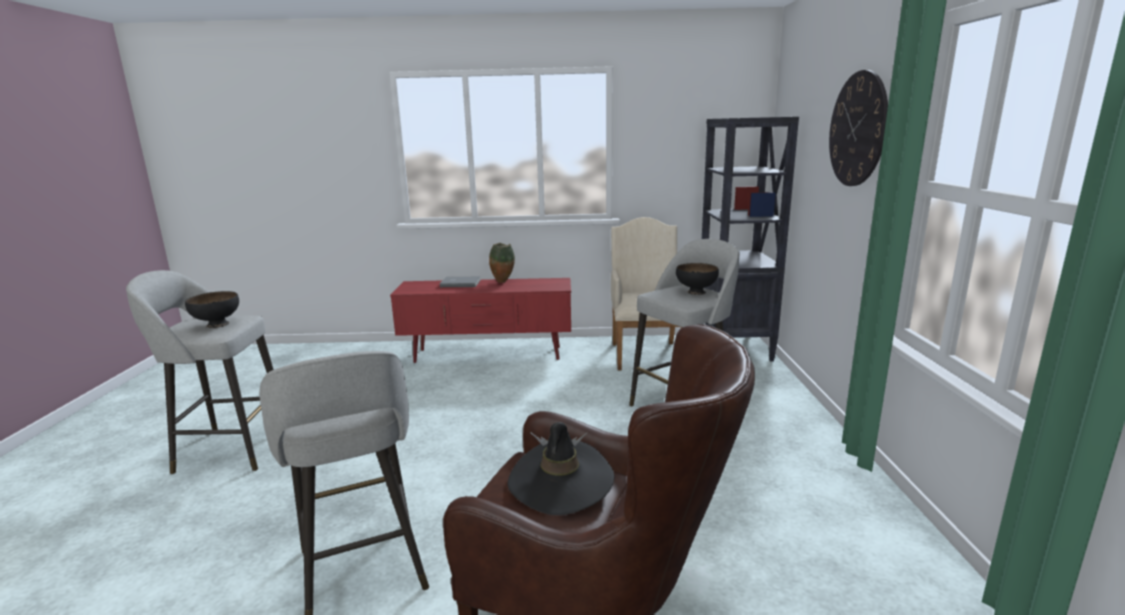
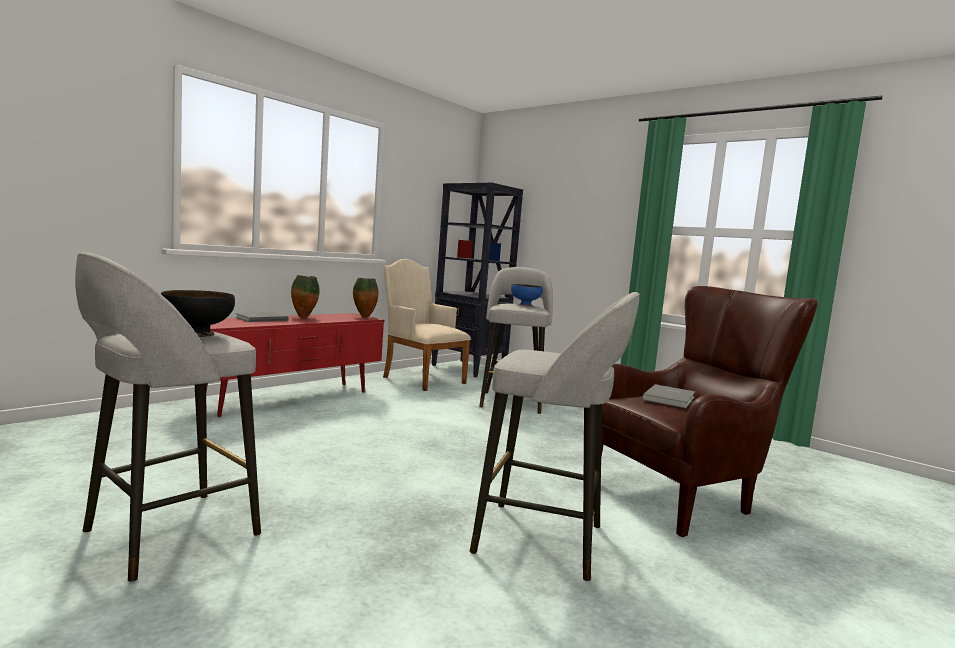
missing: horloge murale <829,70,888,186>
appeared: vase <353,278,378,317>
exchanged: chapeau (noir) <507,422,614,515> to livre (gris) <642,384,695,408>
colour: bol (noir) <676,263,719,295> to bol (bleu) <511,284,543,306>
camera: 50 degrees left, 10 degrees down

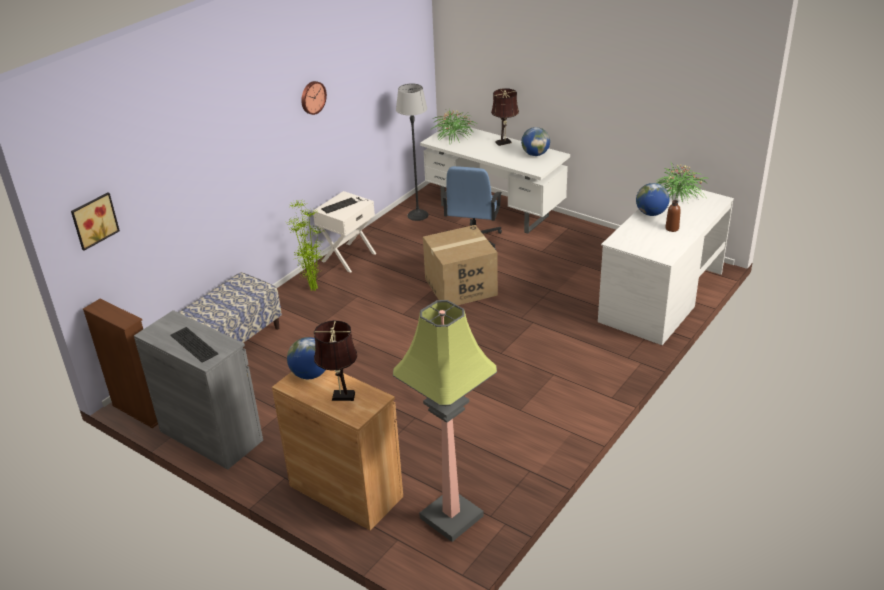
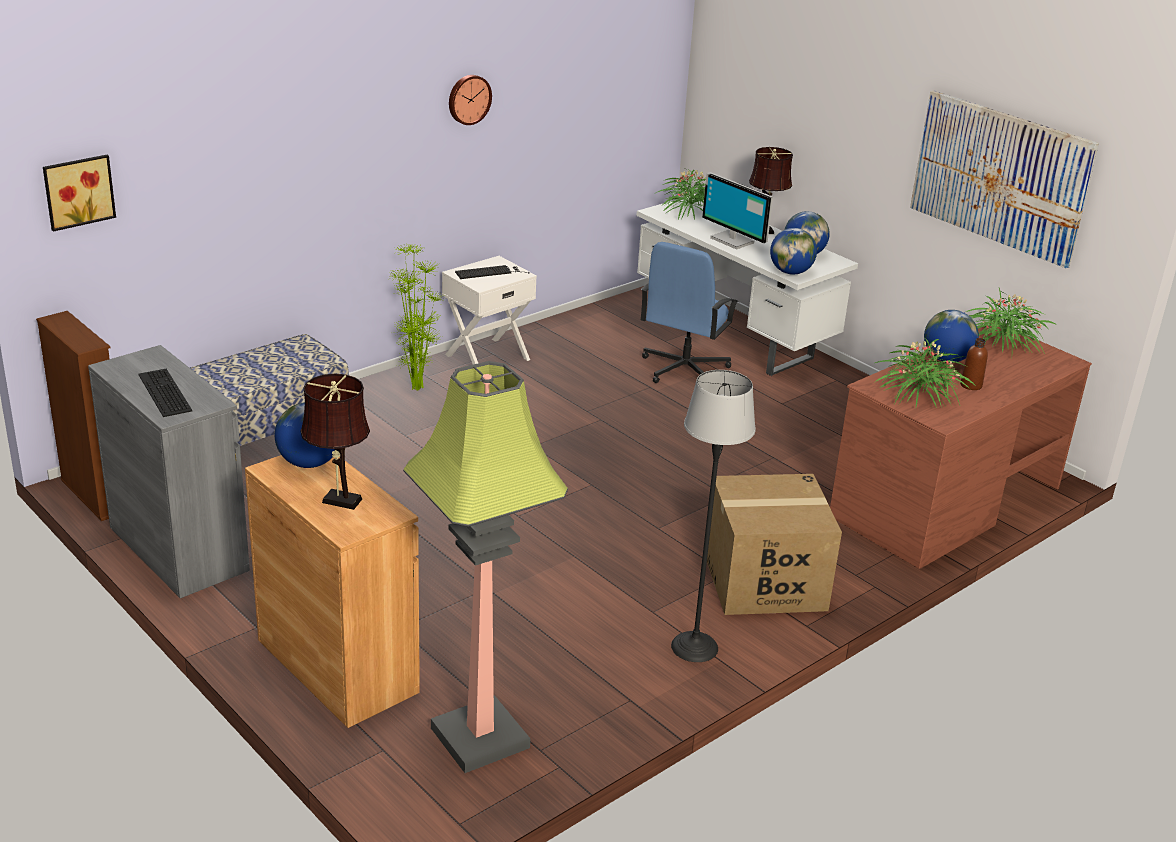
appeared: écran d'ordinateur <702,172,773,250>; globe <770,228,817,275>; plante en pot <875,338,976,408>; tableau <910,90,1099,268>
relocated: lampadaire <396,83,429,221> to <671,370,756,662>; carton <423,225,498,305> to <707,474,842,615>
colour: bureau (blanc) <598,182,734,345> to bureau (marron) <830,326,1092,569>
camera: 10 degrees right, 5 degrees down

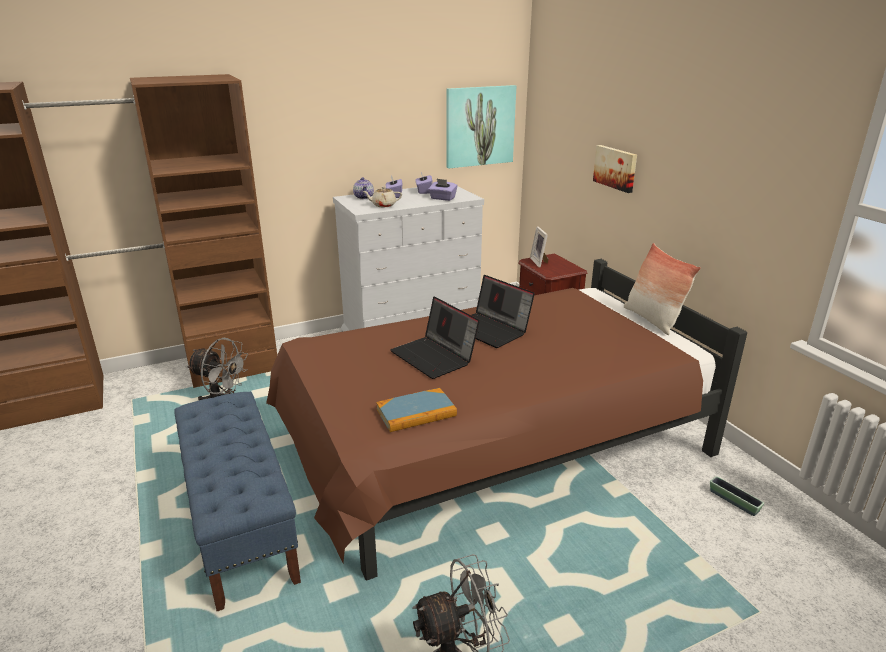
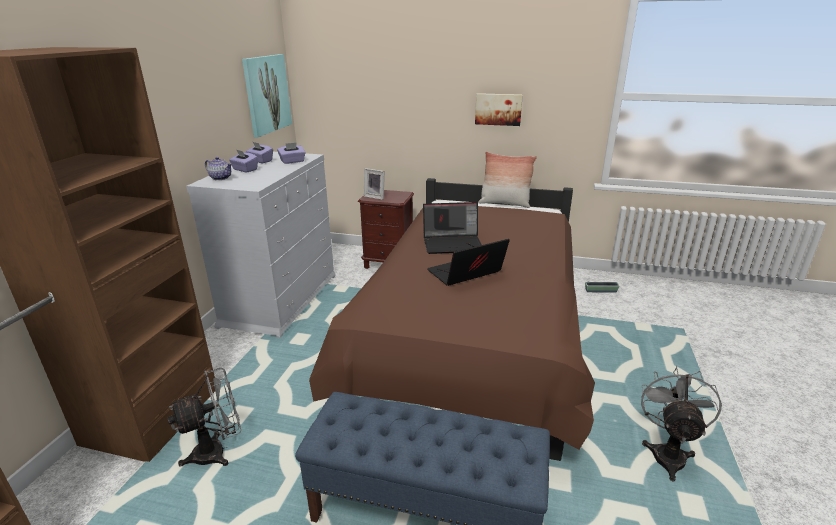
missing: théière (beige) <363,186,402,207>; livre <376,388,457,432>
relocated: tableau <593,145,637,193> to <475,93,523,126>
spun: ordinateur portable <390,297,480,379> = <427,239,510,286> 150 degrees clockwise
camera: 50 degrees left, 0 degrees up

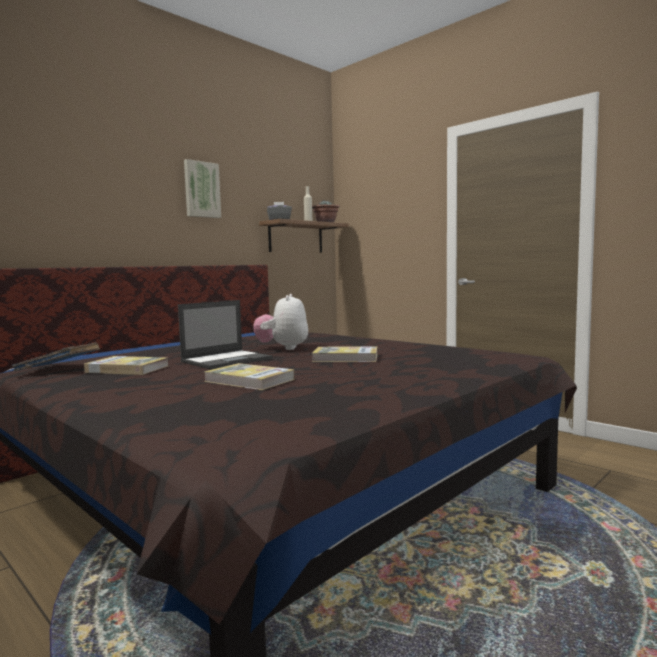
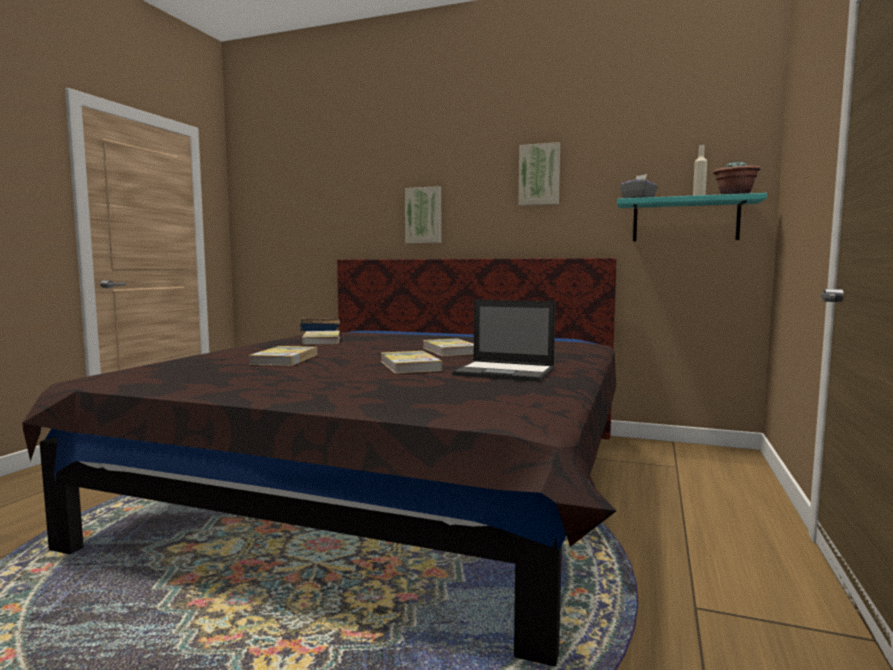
appeared: tableau <405,186,441,244>
relocated: ordinateur portable <178,300,273,370> to <452,300,555,382>
exchanged: peluche <253,294,308,350> to livre <423,339,474,356>
colour: étagère (marron) <259,219,349,252> to étagère (turquoise) <617,193,767,242>
camera: 65 degrees right, 0 degrees up

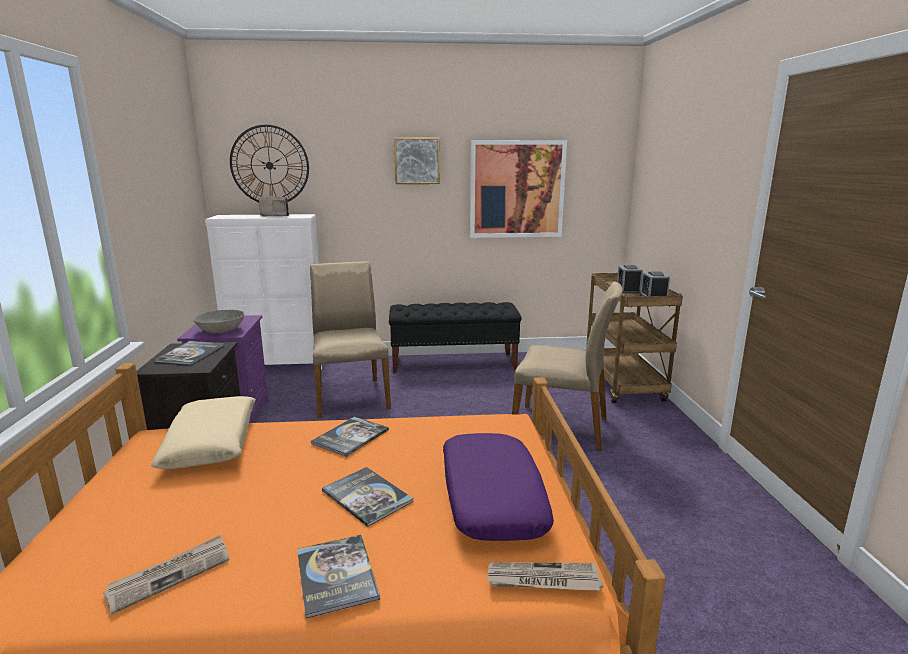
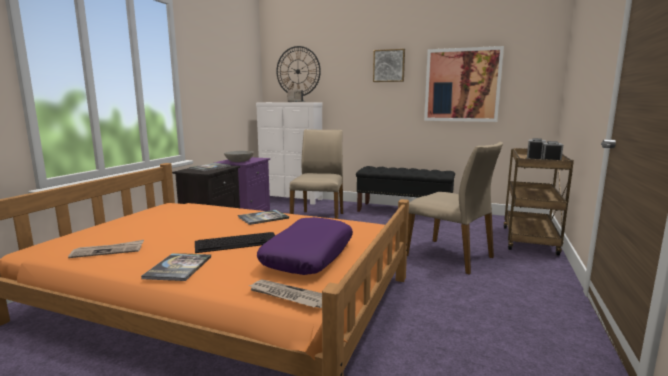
missing: coussin (beige) <151,396,256,469>
exchanged: livre <322,467,413,527> to clavier <195,232,275,253>
camera: 25 degrees right, 5 degrees down

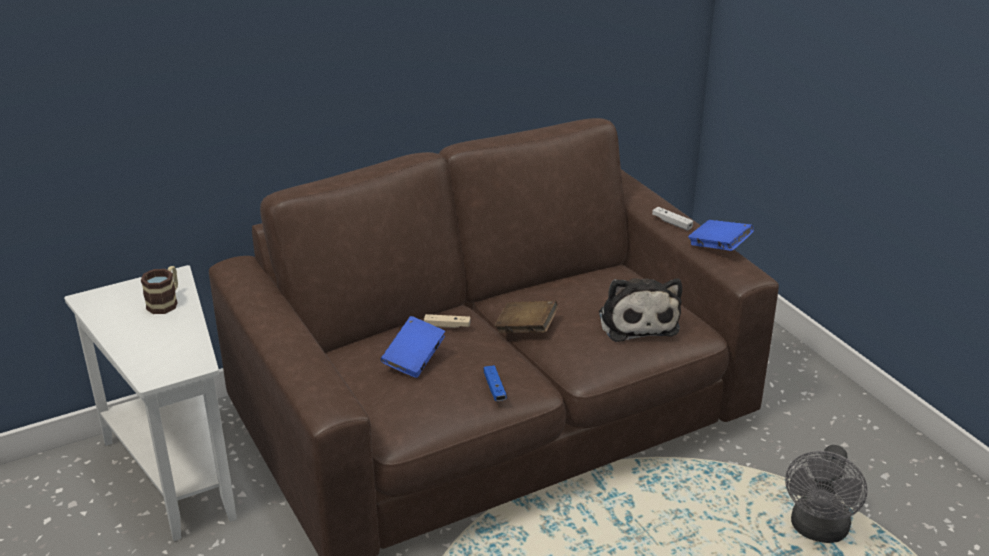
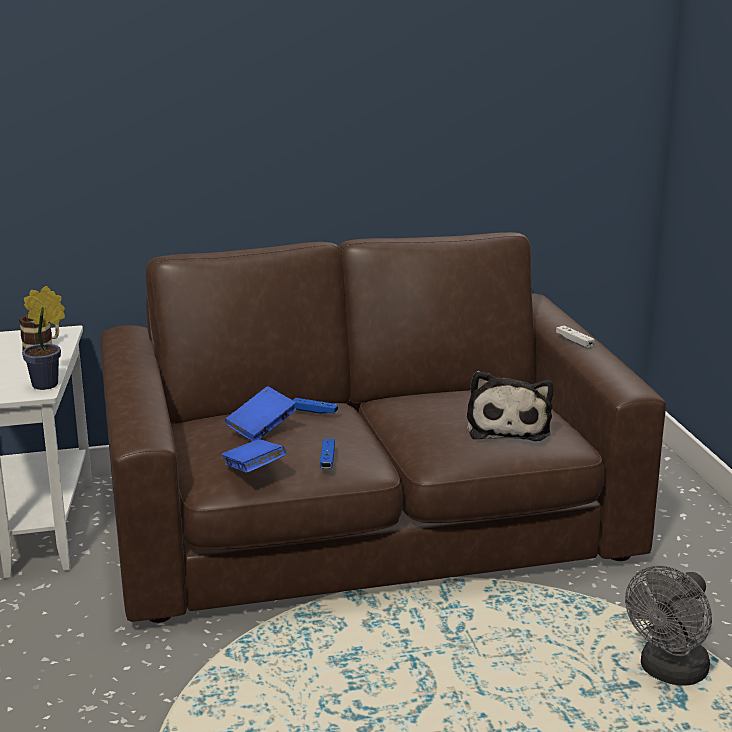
missing: livre (marron) <495,301,558,333>
appeared: plante en pot <22,286,65,390>
relocated: livre (bleu) <688,220,754,251> to <221,439,287,473>
colour: manette (beige) <424,314,470,328> to manette (bleu) <293,398,338,414>
camera: 15 degrees right, 10 degrees down

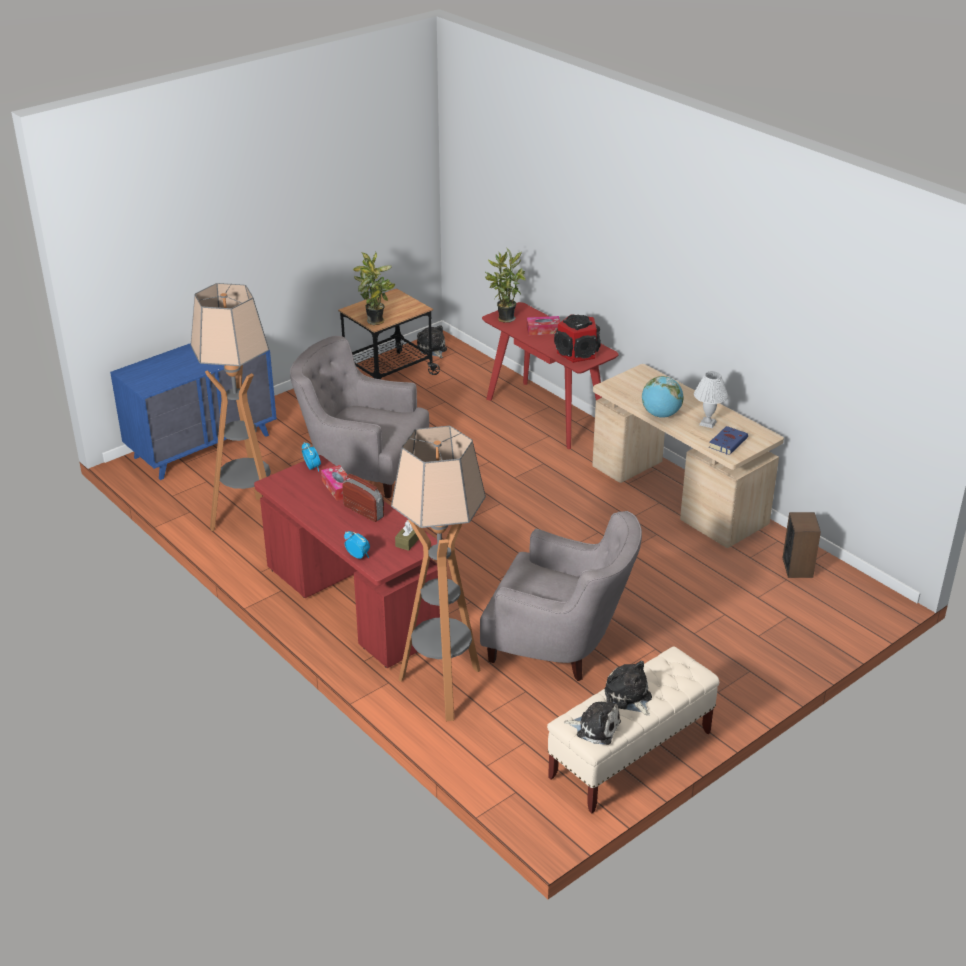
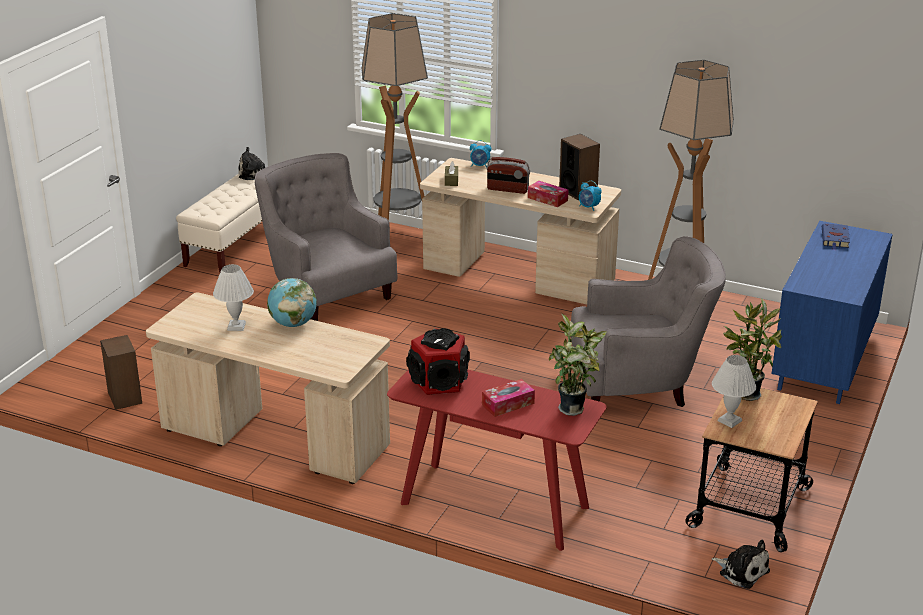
missing: peluche <605,661,652,715>
appeared: enceinte <559,134,600,200>; lampe de table (blanc) <712,355,756,428>
relocated: livre (bleu) <709,426,748,455> to <822,223,850,251>
colour: bureau (rouge) <254,455,440,668> to bureau (beige) <420,158,621,304>
spun: fauteuil (gris) <480,511,642,681> = <255,153,397,321> 60 degrees clockwise
camera: 155 degrees right, 5 degrees down

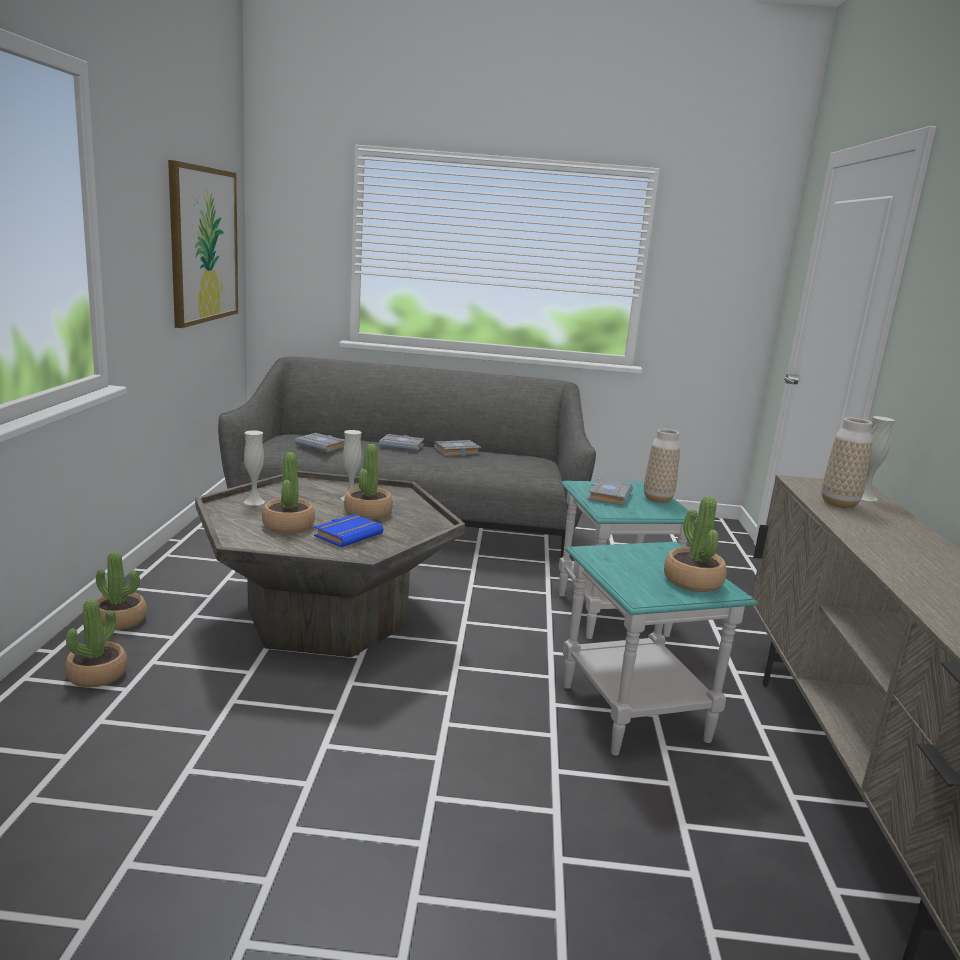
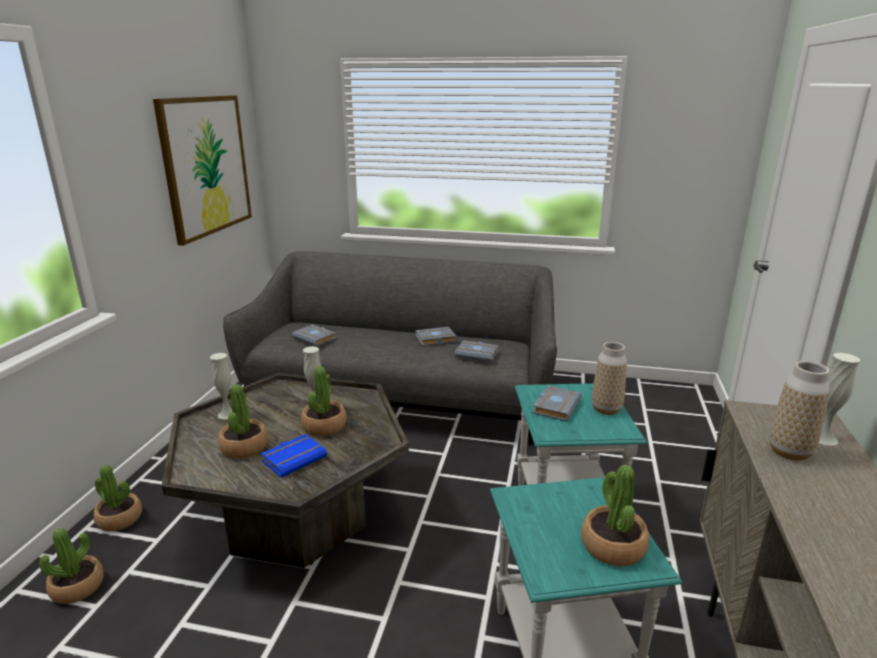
relocated: livre (gris) <379,434,425,452> to <455,340,499,362>
camera: 10 degrees right, 5 degrees up

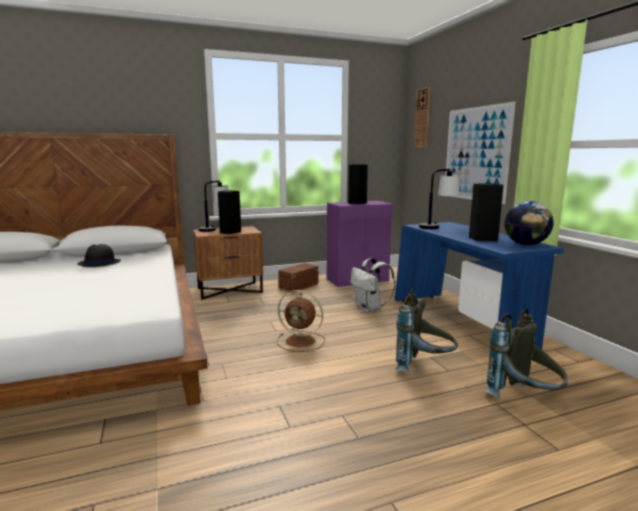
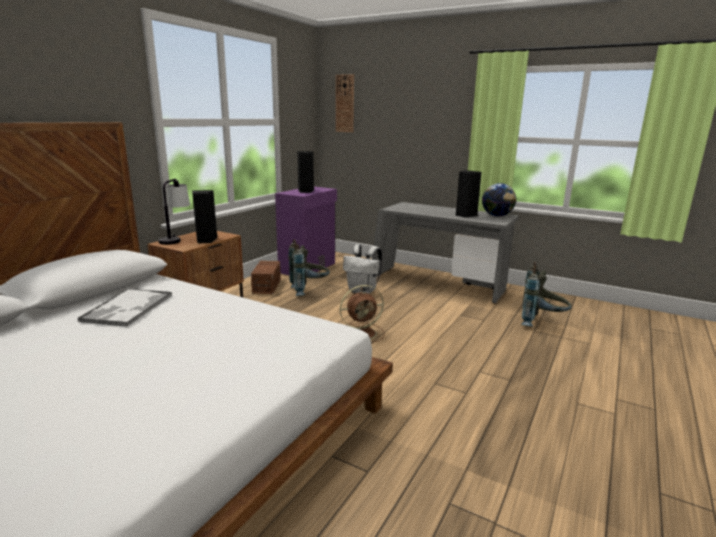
missing: lampe de table <419,169,459,229>; tableau <446,101,516,204>
relocated: sac à dos (gris) <395,289,458,372> to <288,239,330,296>
exchanged: chapeau (noir) <77,244,121,267> to plateau <78,288,172,327>
colour: bureau (bleu) <395,222,564,349> to bureau (gris) <372,202,519,303>
camera: 40 degrees left, 5 degrees up

